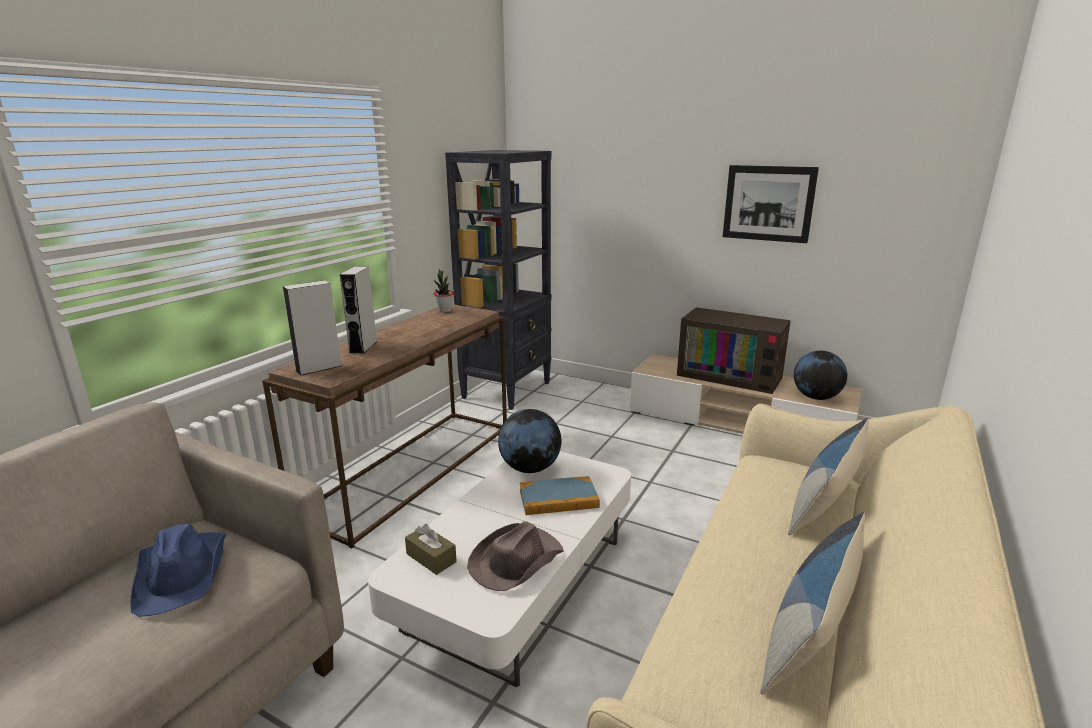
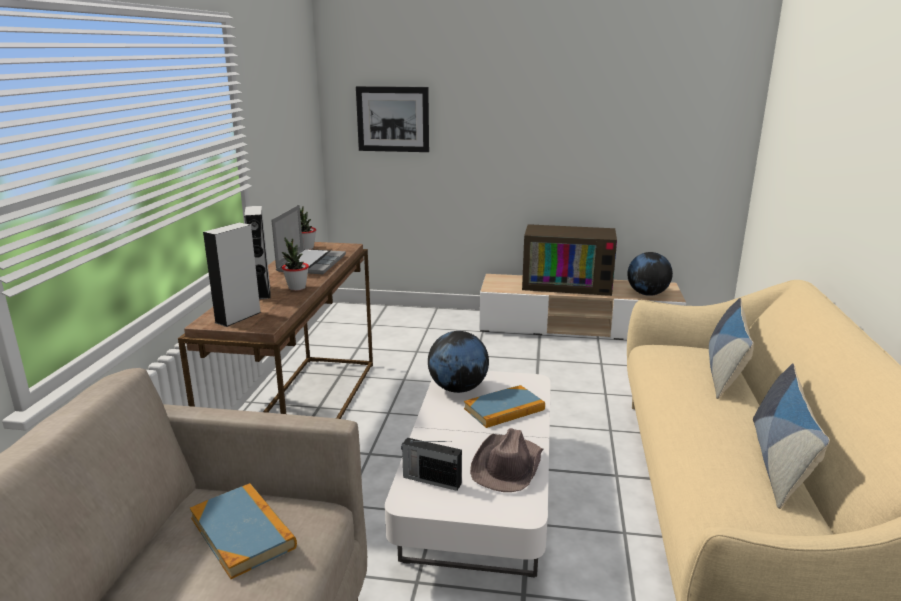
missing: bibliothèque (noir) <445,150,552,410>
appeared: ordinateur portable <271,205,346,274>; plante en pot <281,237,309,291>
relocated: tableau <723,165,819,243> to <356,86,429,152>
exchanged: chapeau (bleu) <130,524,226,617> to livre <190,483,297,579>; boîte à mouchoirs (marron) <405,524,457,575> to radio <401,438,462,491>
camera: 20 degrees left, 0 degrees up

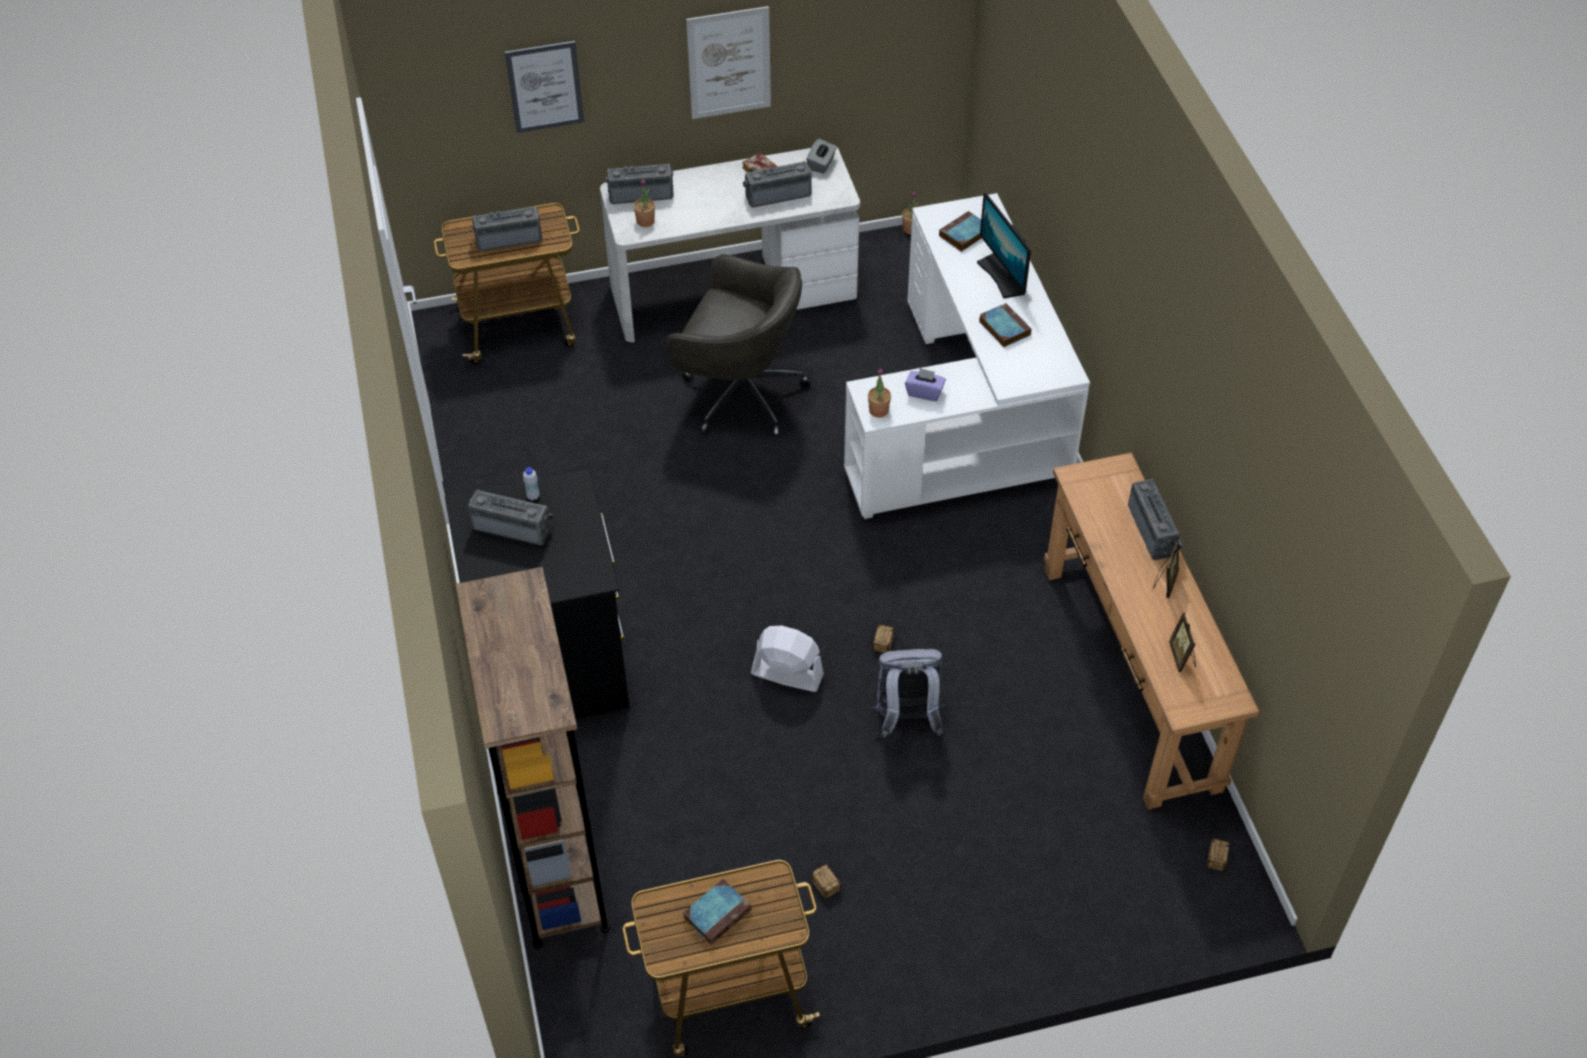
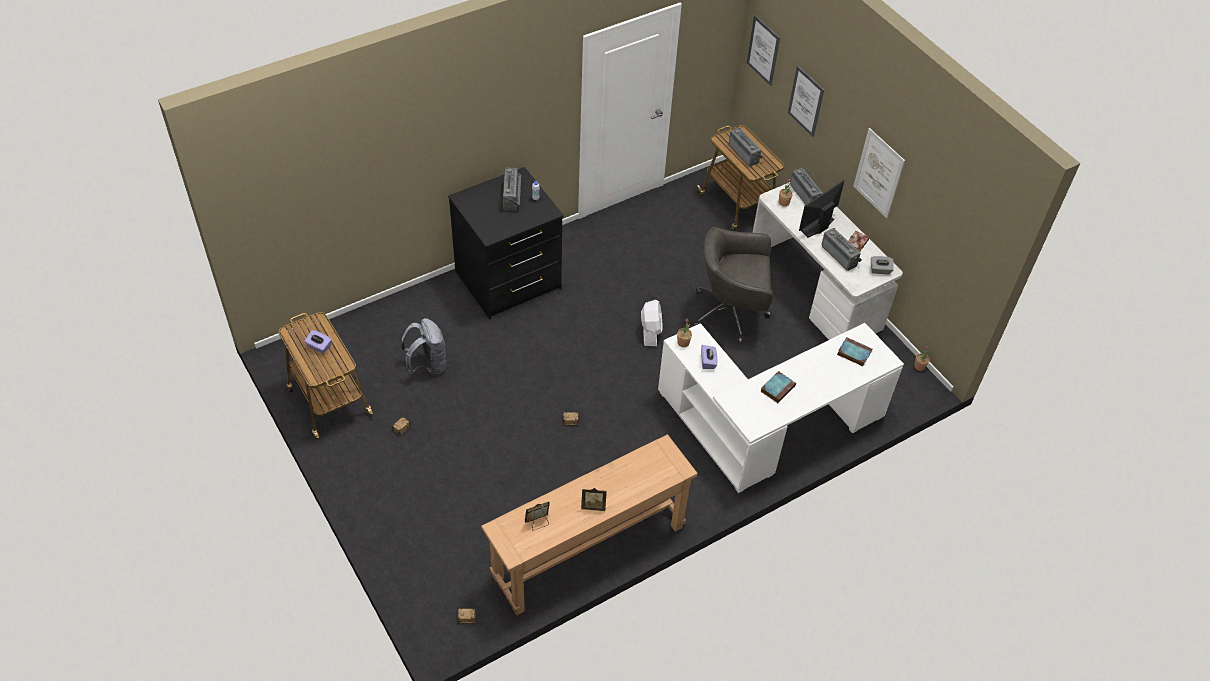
missing: bibliothèque (marron) <455,567,610,948>; radio <1128,479,1183,560>
appeared: tableau <747,15,780,86>
relocated: ventilateur (blanc) <751,625,824,692> to <641,300,662,346>; sac à dos (gris) <873,649,945,738> to <401,318,446,376>; écran d'ordinateur <977,192,1031,299> to <799,180,844,238>
exchanged: livre <683,879,751,945> to boîte à mouchoirs (violet) <304,330,332,354>
spun: chaise de bureau (gris) <666,254,810,437> = <693,227,773,344> 90 degrees clockwise
camera: 70 degrees right, 0 degrees up

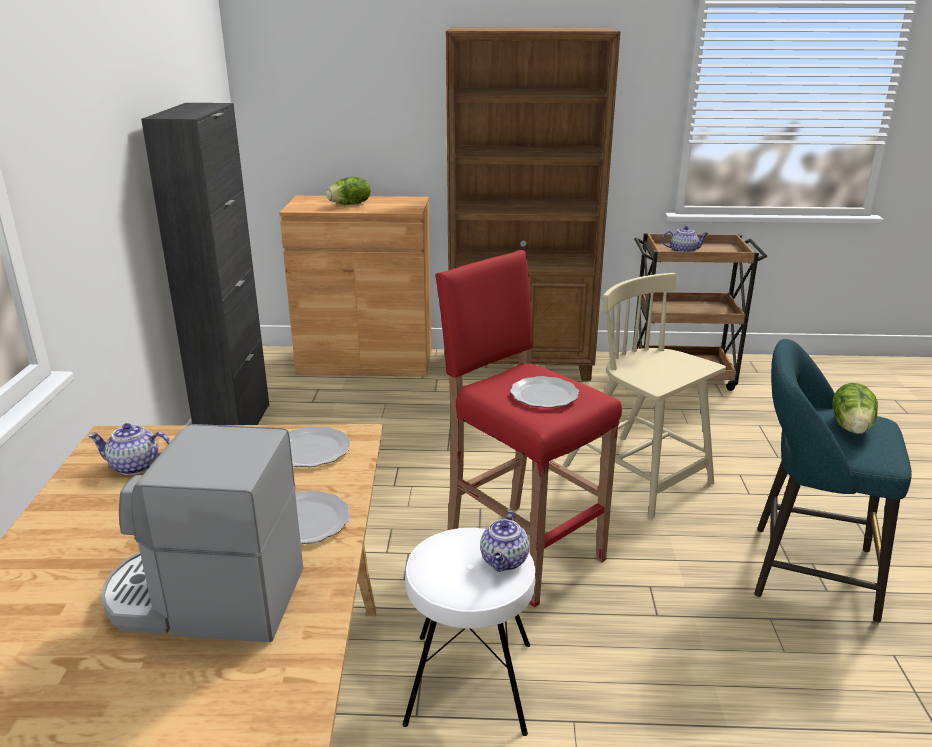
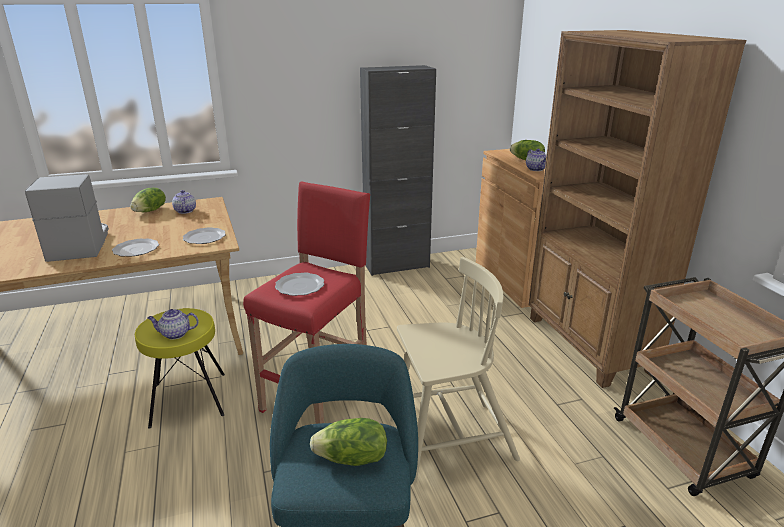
appeared: laitue <130,188,166,212>
relocated: théière <662,226,708,251> to <526,149,546,171>
colour: tabouret (blanc) <402,528,535,736> to tabouret (jaune) <135,308,225,428>
spun: chaise (beige) <563,273,726,519> = <390,257,520,482> 45 degrees clockwise
camera: 70 degrees right, 0 degrees up

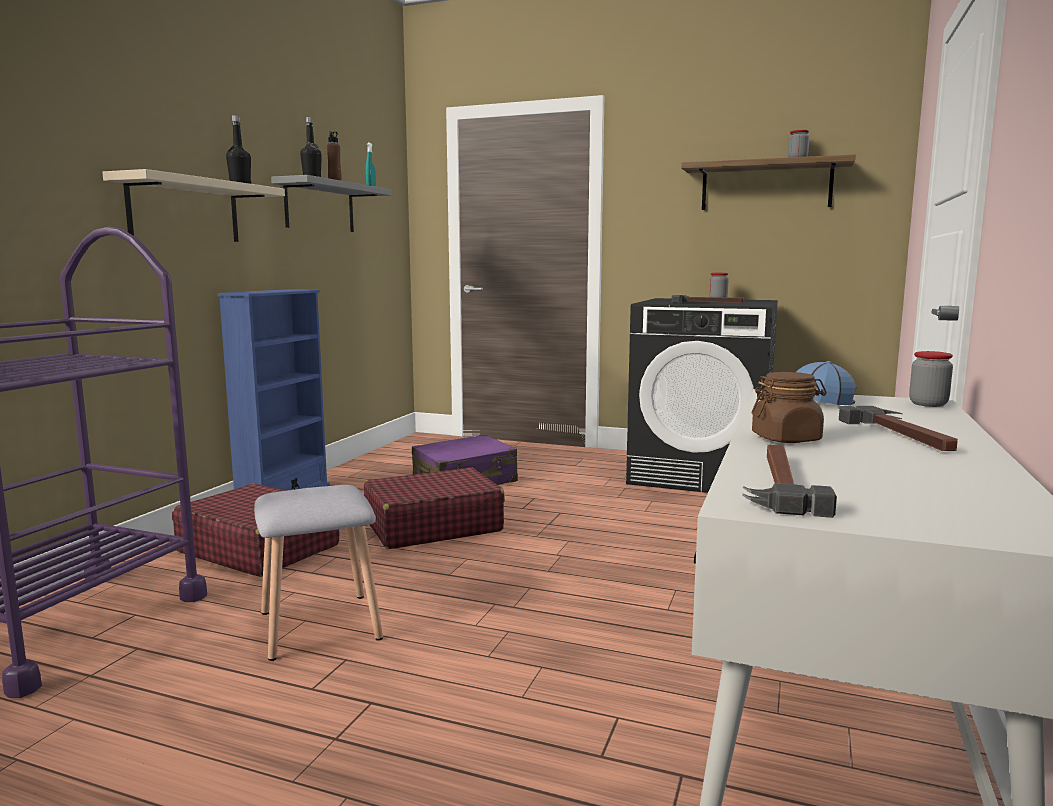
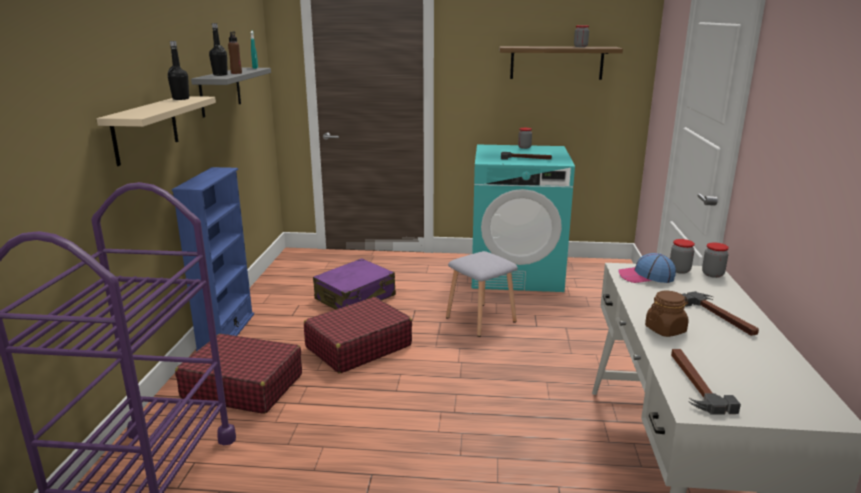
appeared: bocal <670,239,695,274>
relocated: tabouret (gris) <254,485,383,661> to <446,251,518,337>
colour: lave-linge (noir) <626,298,778,493> to lave-linge (turquoise) <472,145,575,292>
camera: 15 degrees left, 10 degrees up

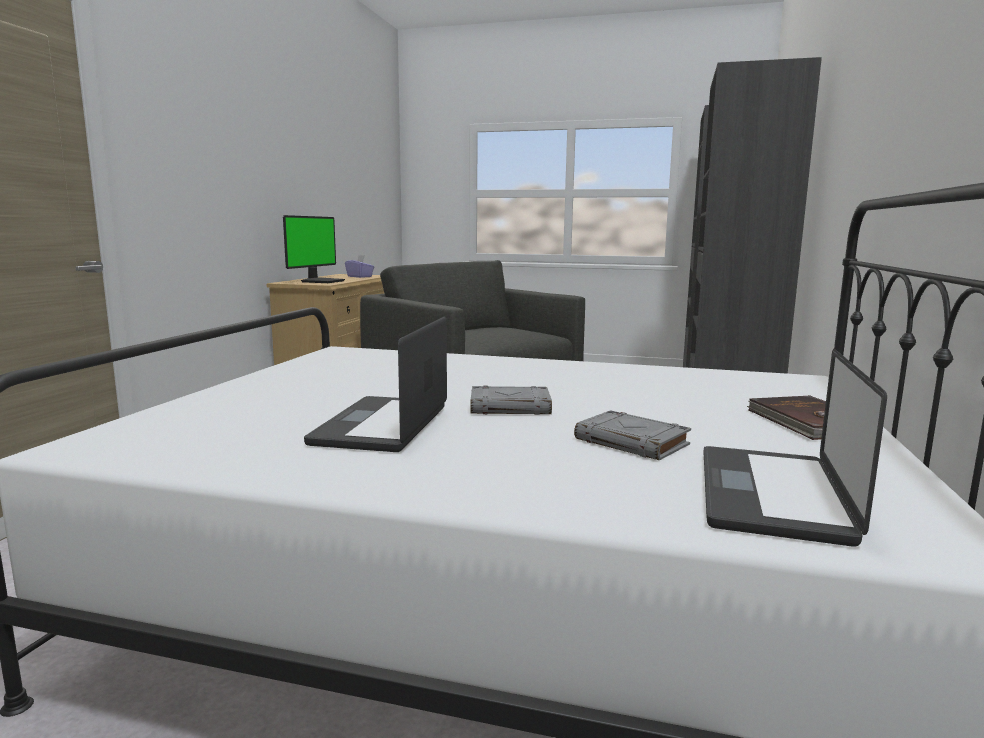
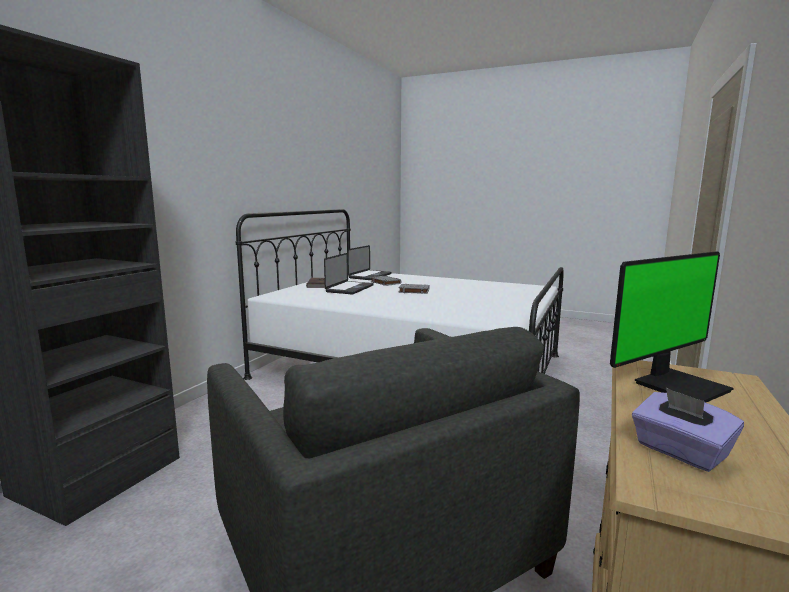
relocated: ordinateur portable <304,317,447,452> to <324,253,374,294>
spun: écran d'ordinateur <283,215,345,283> = <610,251,733,403> 150 degrees counterclockwise
camera: 170 degrees left, 0 degrees up

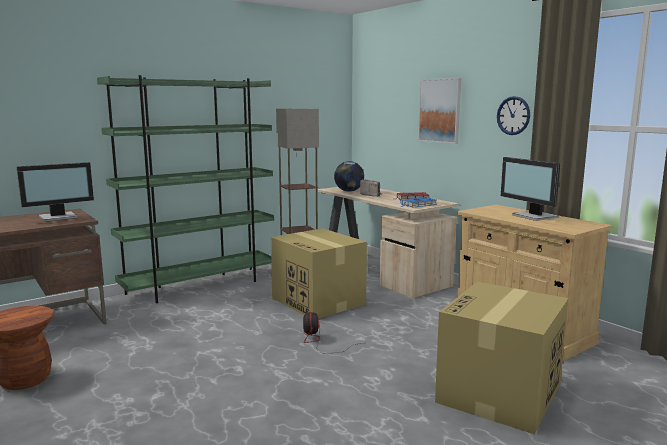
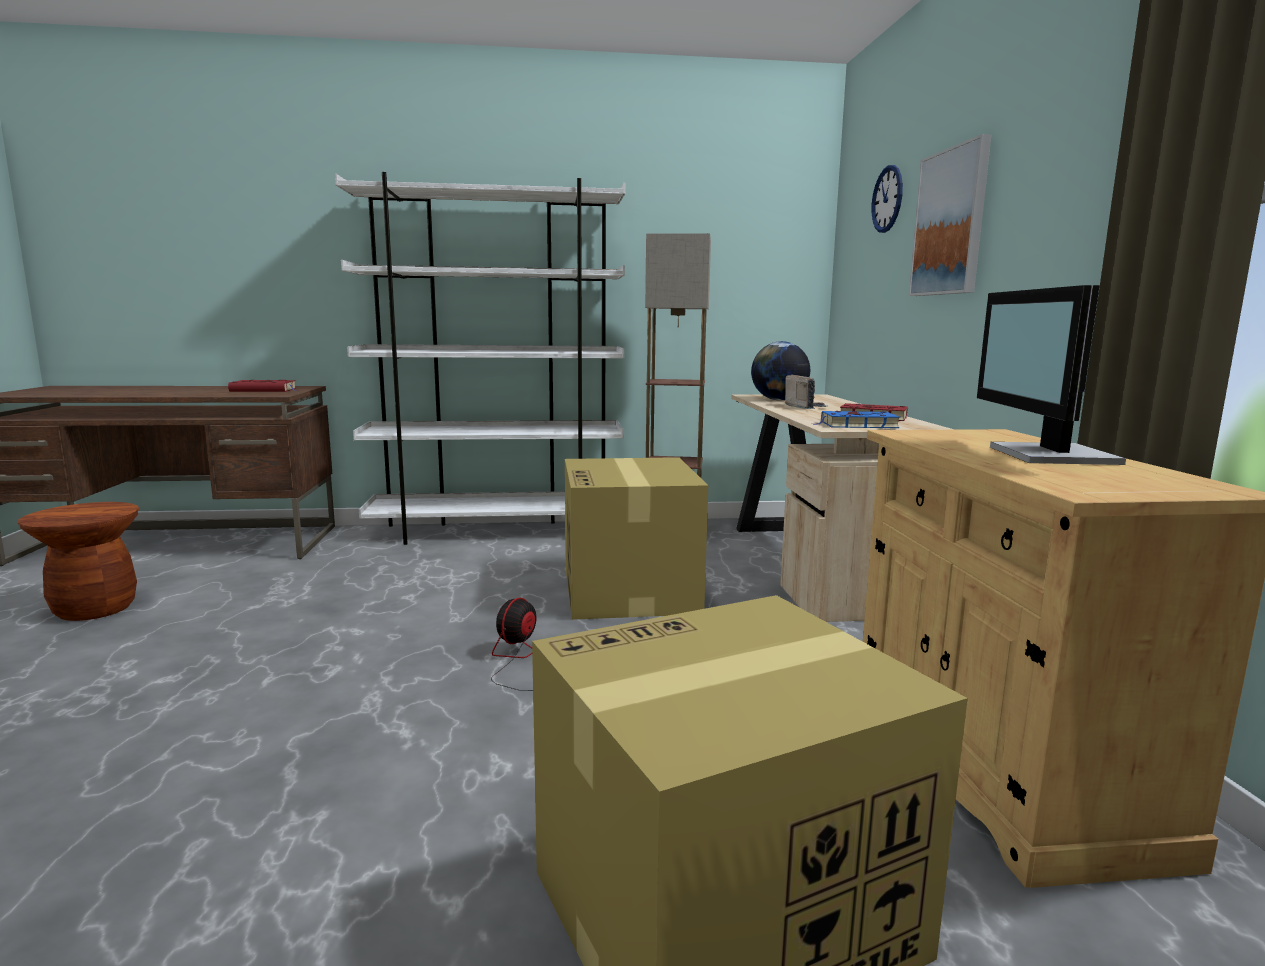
relocated: horloge murale <497,96,530,135> to <871,165,903,233>
exchanged: écran d'ordinateur <16,162,94,222> to livre (rouge) <228,380,296,392>
colour: bibliothèque (vert) <97,75,274,303> to bibliothèque (blanc) <335,172,626,545>
camera: 30 degrees right, 0 degrees up

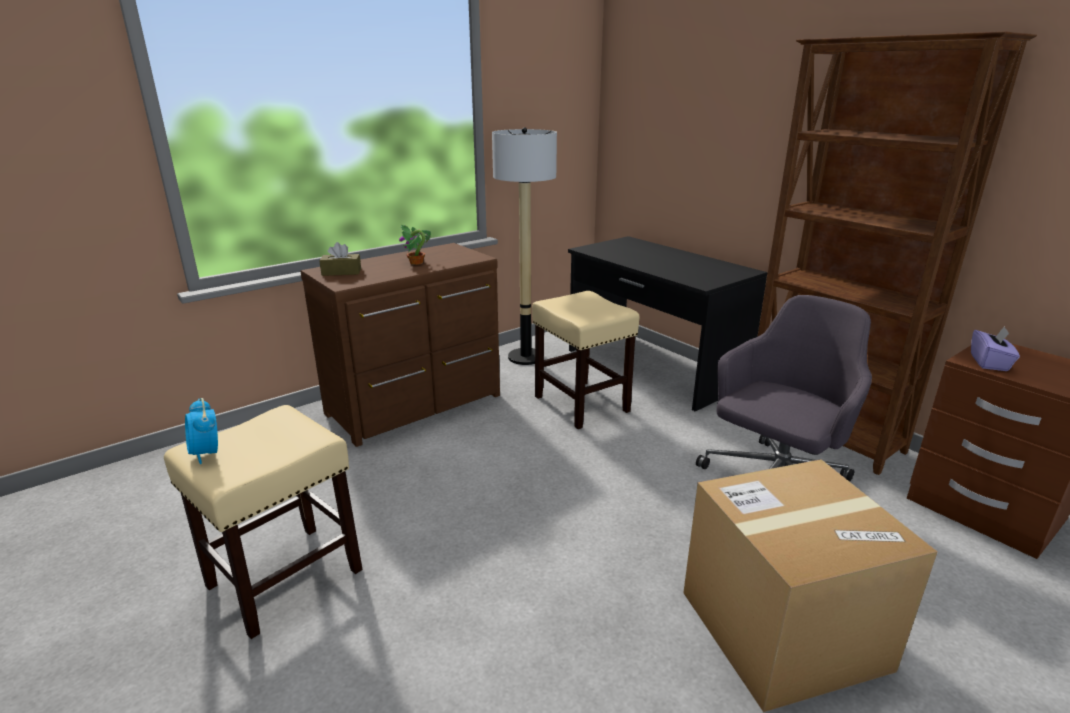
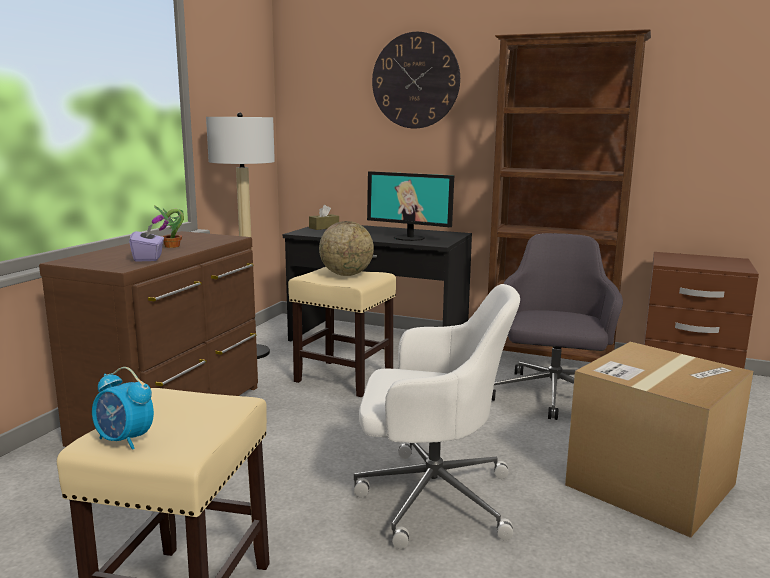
appeared: globe <319,221,374,276>; chaise de bureau (blanc) <354,284,520,549>; écran d'ordinateur <367,171,454,241>; horloge murale <372,32,460,128>
relocated: boîte à mouchoirs (marron) <319,242,361,276> to <309,205,339,230>; boîte à mouchoirs (violet) <971,326,1020,371> to <129,224,164,262>
camera: 30 degrees left, 10 degrees down

